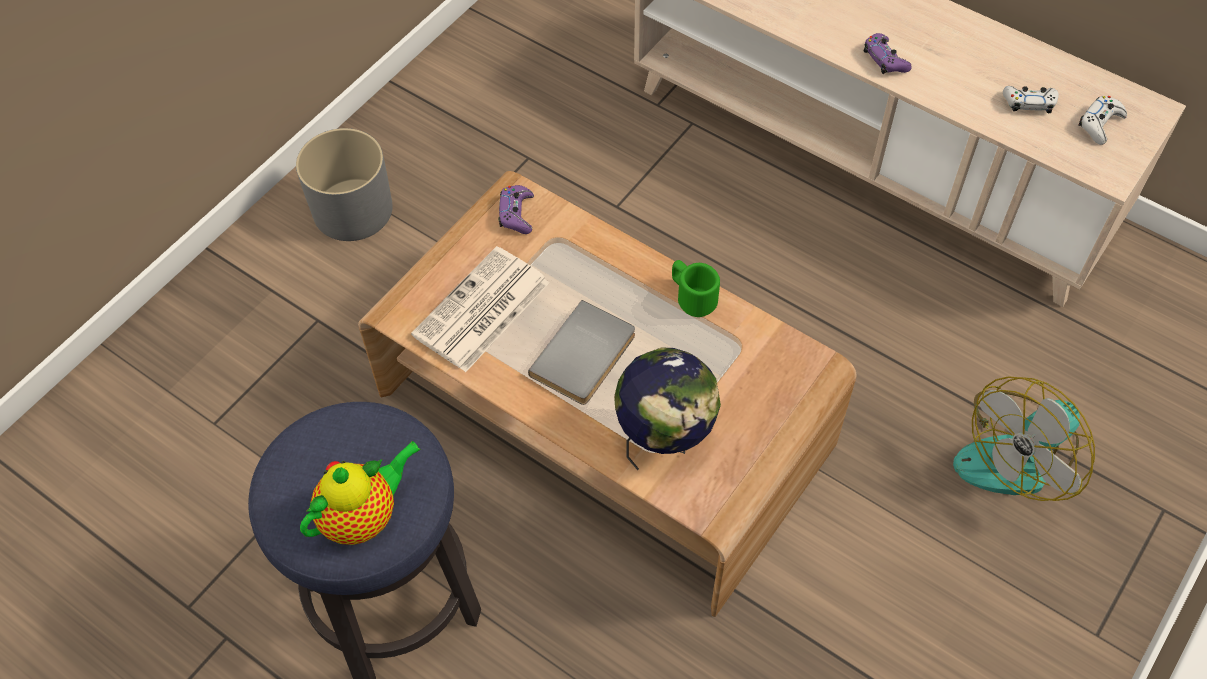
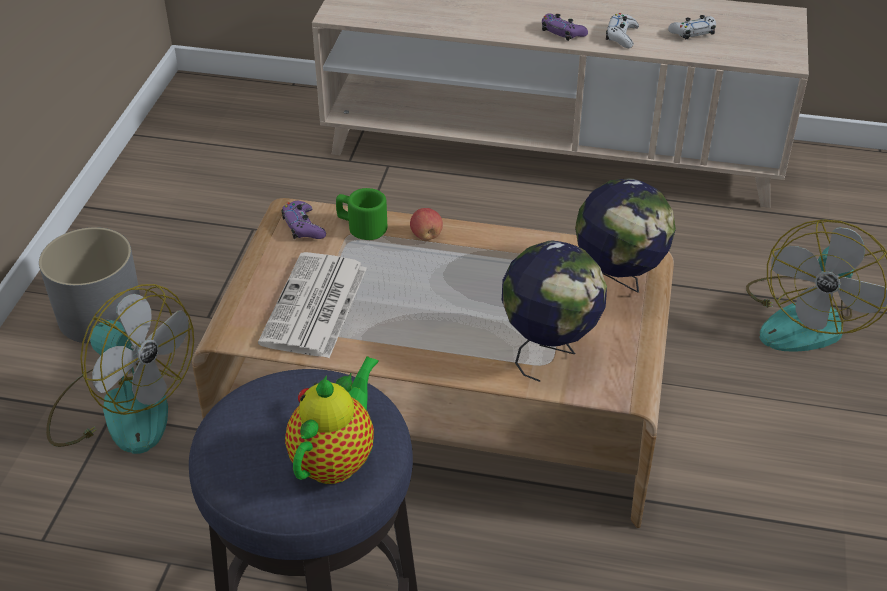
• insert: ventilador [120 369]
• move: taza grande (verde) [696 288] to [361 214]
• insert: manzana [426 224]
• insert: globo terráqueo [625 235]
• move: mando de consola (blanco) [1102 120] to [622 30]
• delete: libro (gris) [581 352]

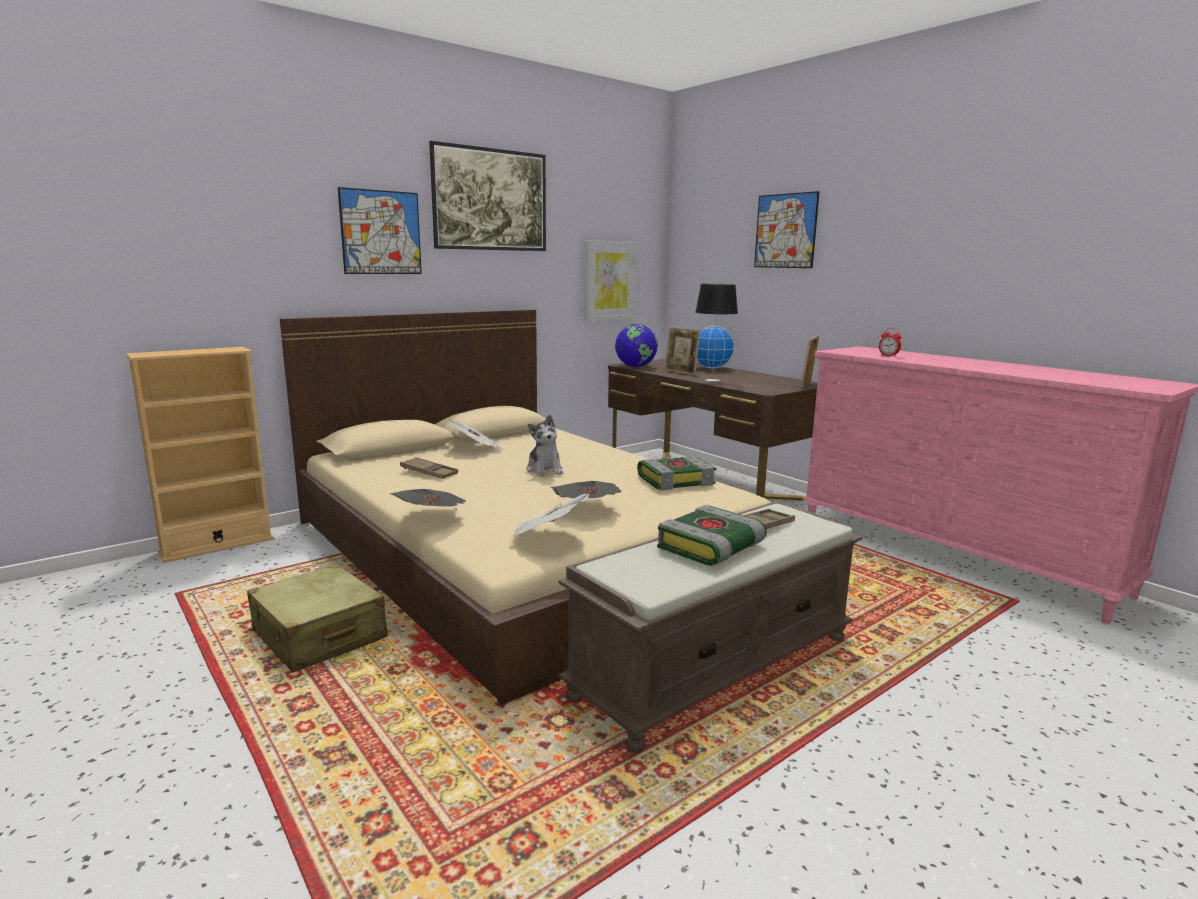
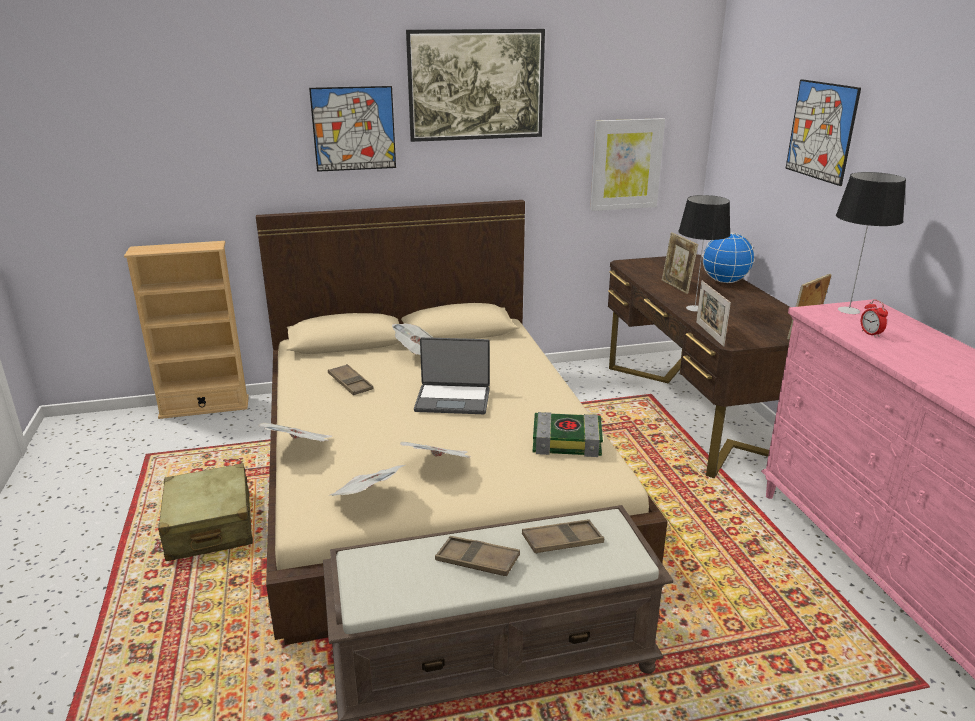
• replace: peluche [545 446] to portátil [452 375]
• replace: libro [712 535] to bandeja (marrón) [477 556]
• insert: portarretratos [713 314]
• insert: lámpara de mesa [871 243]
• delete: globo terráqueo [636 345]

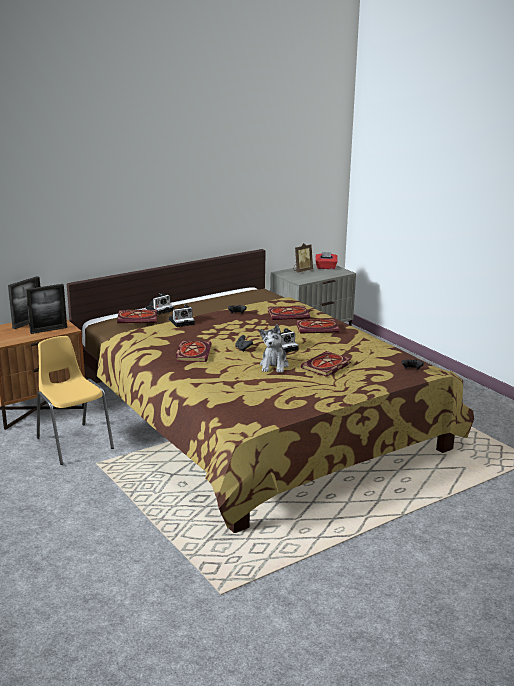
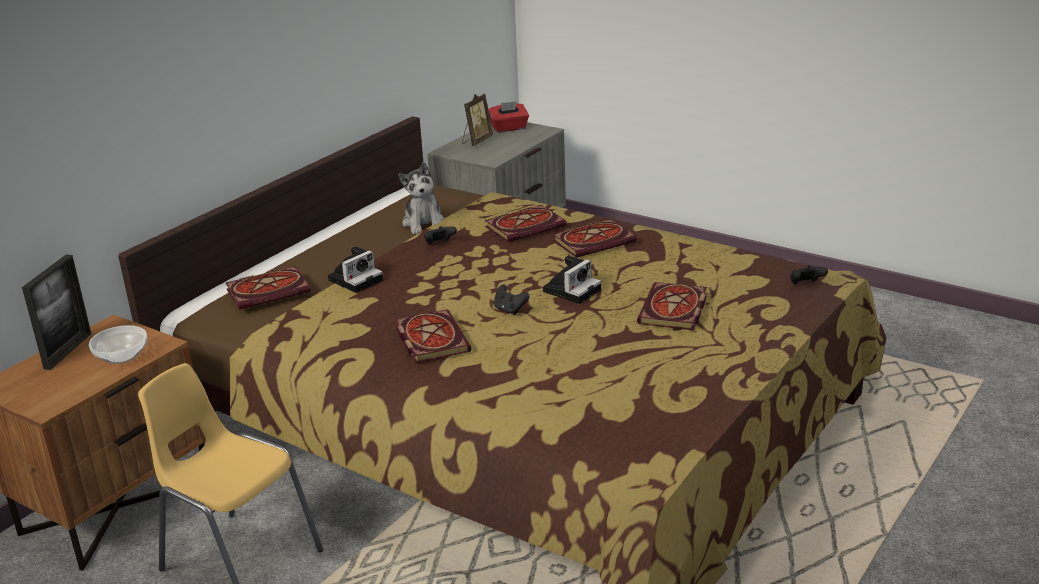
• replace: portarretratos [46 309] to cuenco [118 344]
• move: peluche [274 348] to [421 198]
• delete: cámara [160 304]

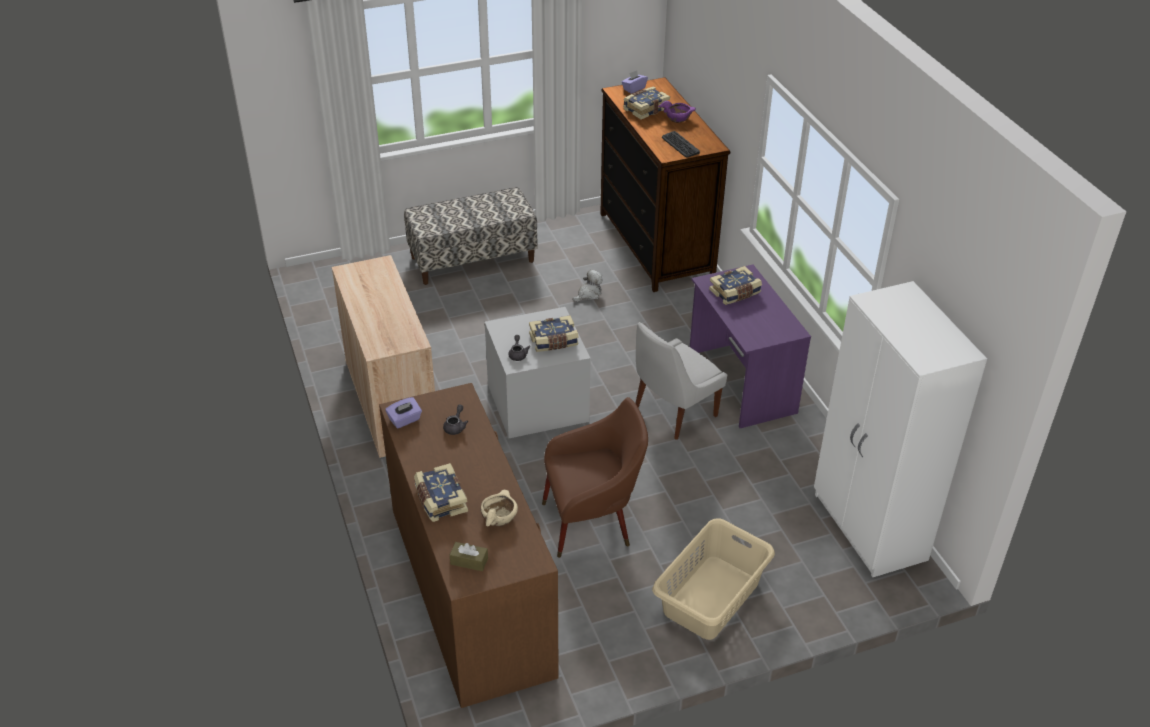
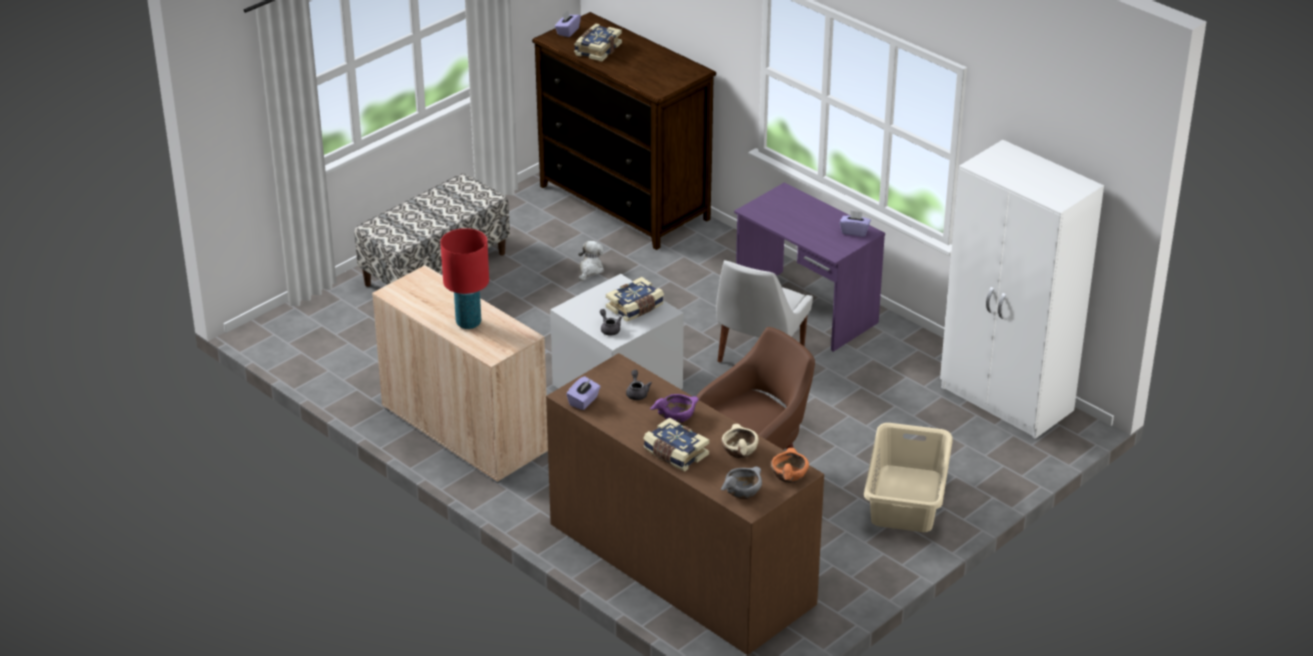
• insert: lámpara de mesa (rojo) [464 278]
• move: cuenco (morado) [677 112] to [674 408]
• replace: caja de pañuelos (marrón) [469 556] to cuenco (gris) [741 482]
• insert: cuenco (naranja) [790 465]
• insert: caja de pañuelos (morado) [855 223]
• delete: teclado [681 144]
• delete: libro [735 285]

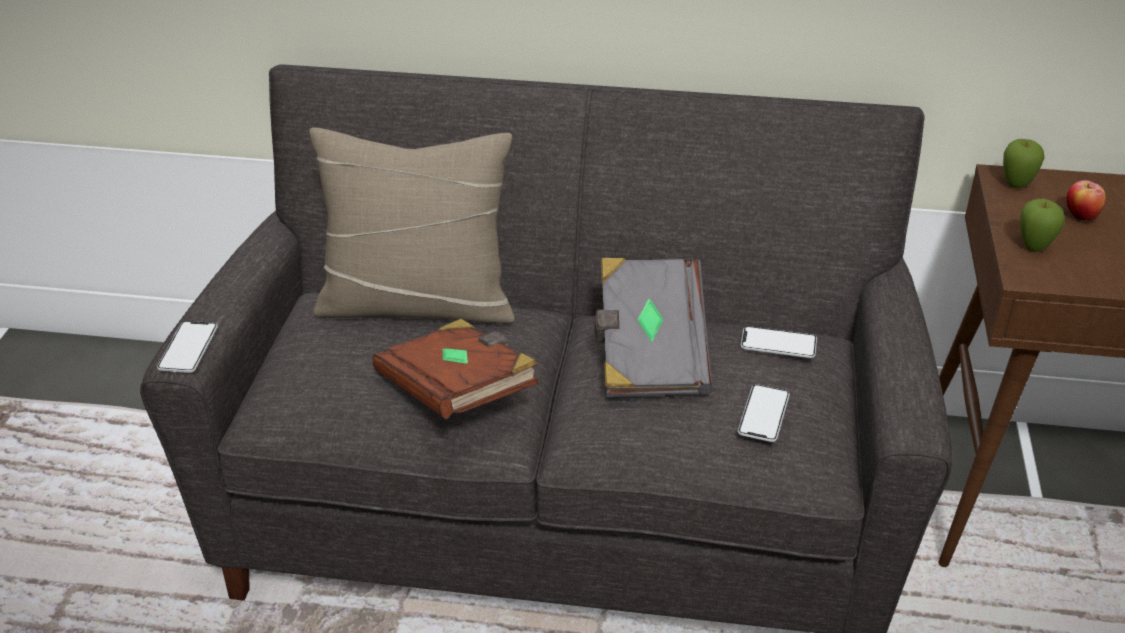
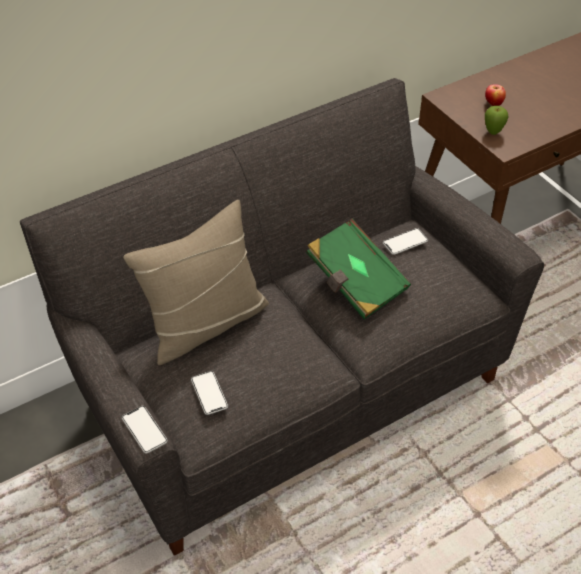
• move: móvil [764 413] to [209 393]
• recolor: libro (gris) [653 327] to libro (verde) [358 269]
• delete: libro (marrón) [455 369]
• delete: manzana [1024 163]

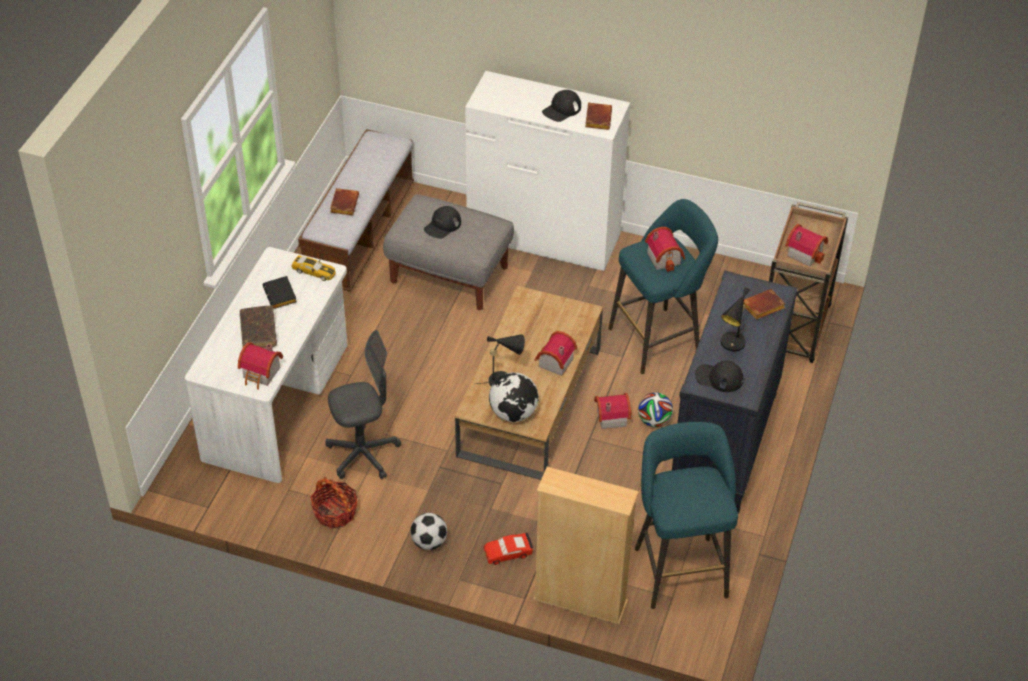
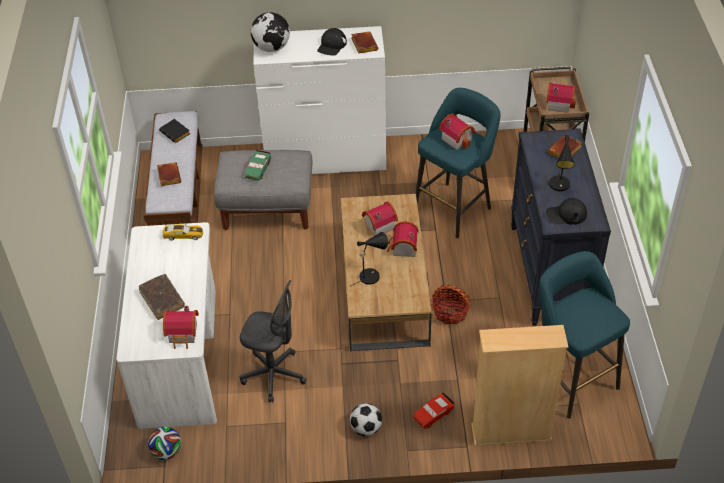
• move: balón de fútbol [655 409] to [164 443]
• move: libro (negro) [280 292] to [174 131]
• rotate: silla de oficina (gris) [363 404] = [273 341] 60 degrees clockwise
• replace: gorra (negro) [442 222] to coche de juguete (verde) [258 165]
• move: globo terráqueo [514 397] to [270 32]
• move: casita [612 411] to [380 218]
• move: cesta [334 502] to [451 304]

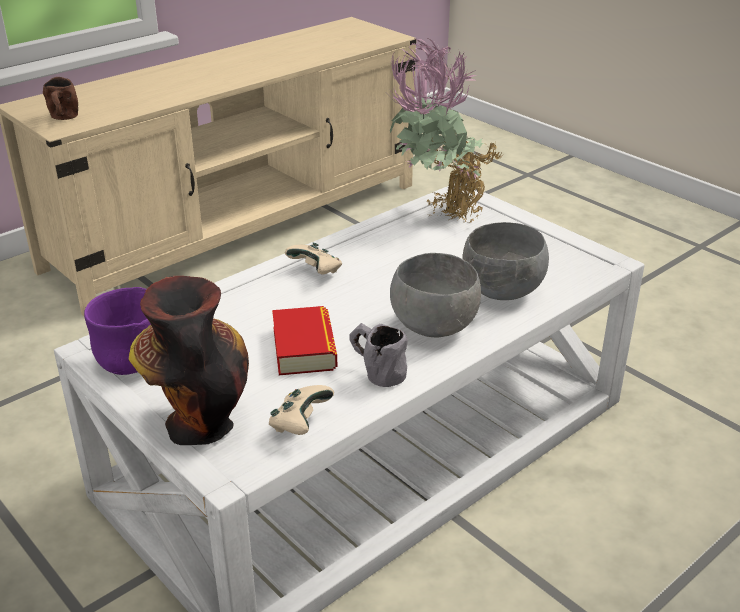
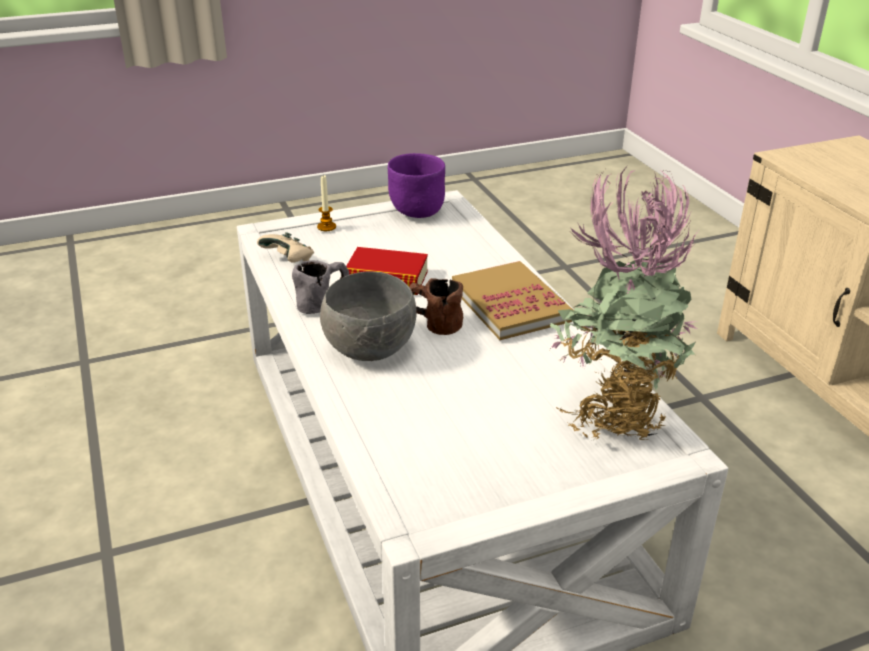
• replace: florero [189 360] to vela [326 203]
• move: taza grande (marrón) [60 98] to [436 306]
• replace: mando de consola (beis) [313 259] to libro [512 300]
• delete: cuenco (gris) [505 261]

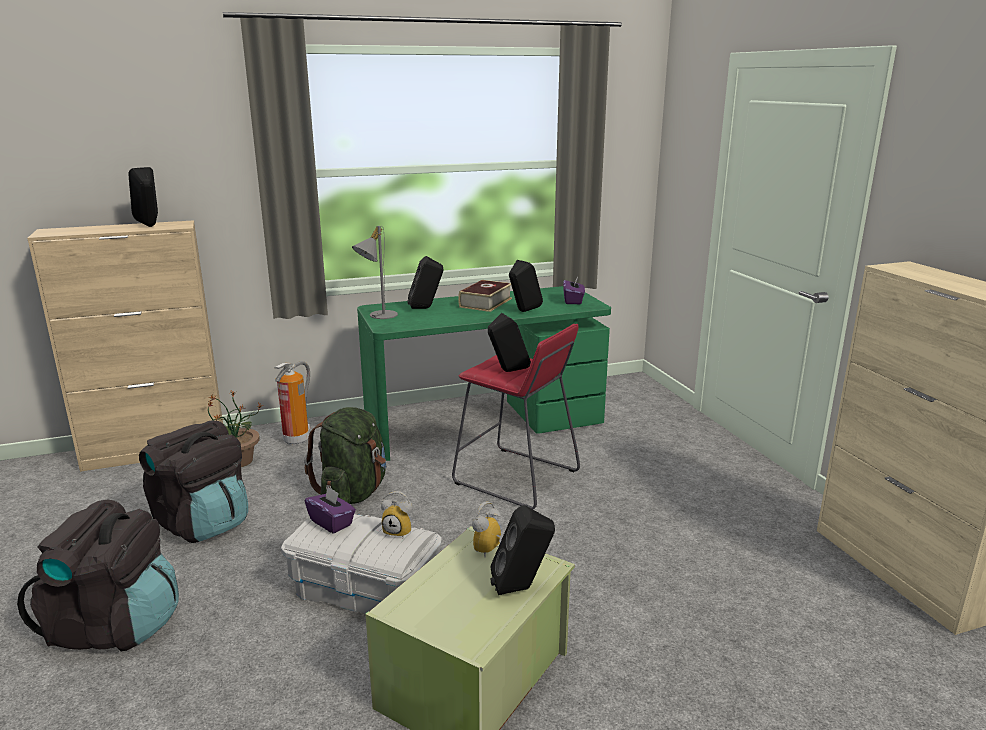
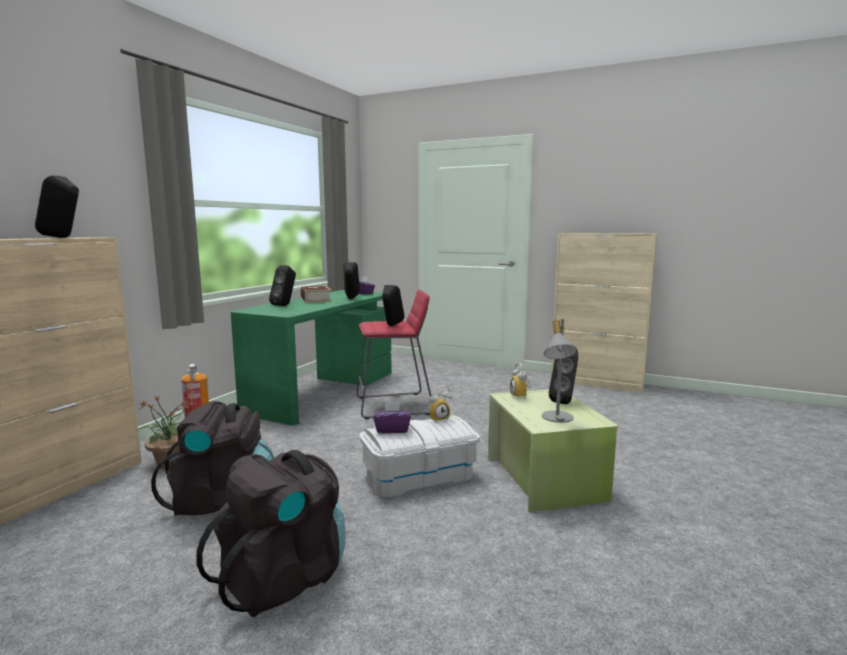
• move: lámpara de mesa (gris) [375 272] to [559 371]
• delete: mochila (verde) [345 455]

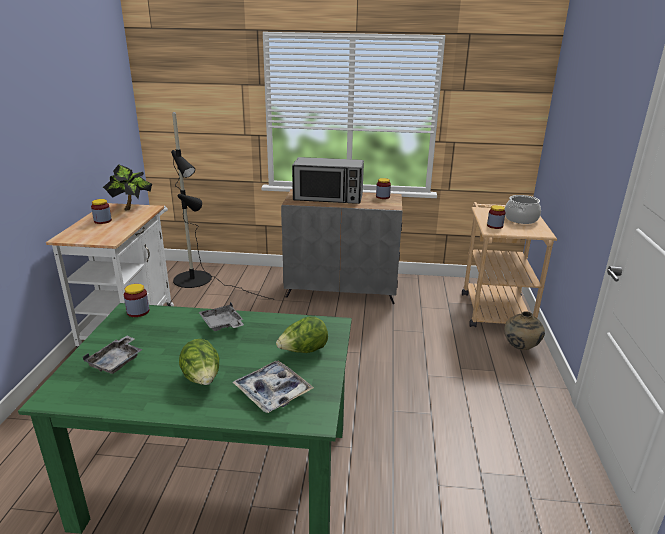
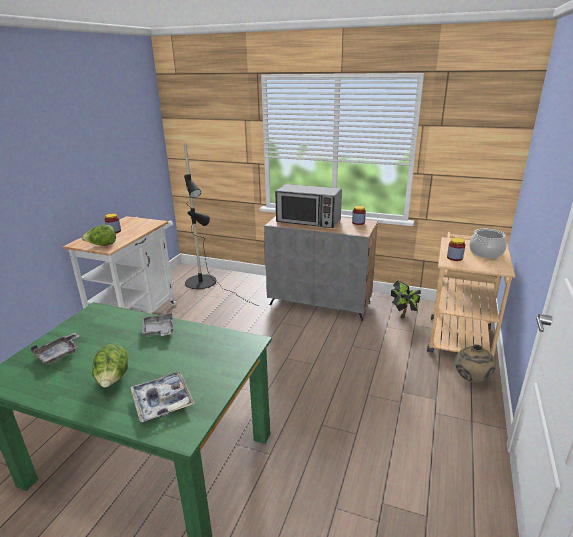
• move: lechuga [302 335] to [99 235]
• move: planta en maceta [127 187] to [406 299]
• delete: tarro [136 300]

